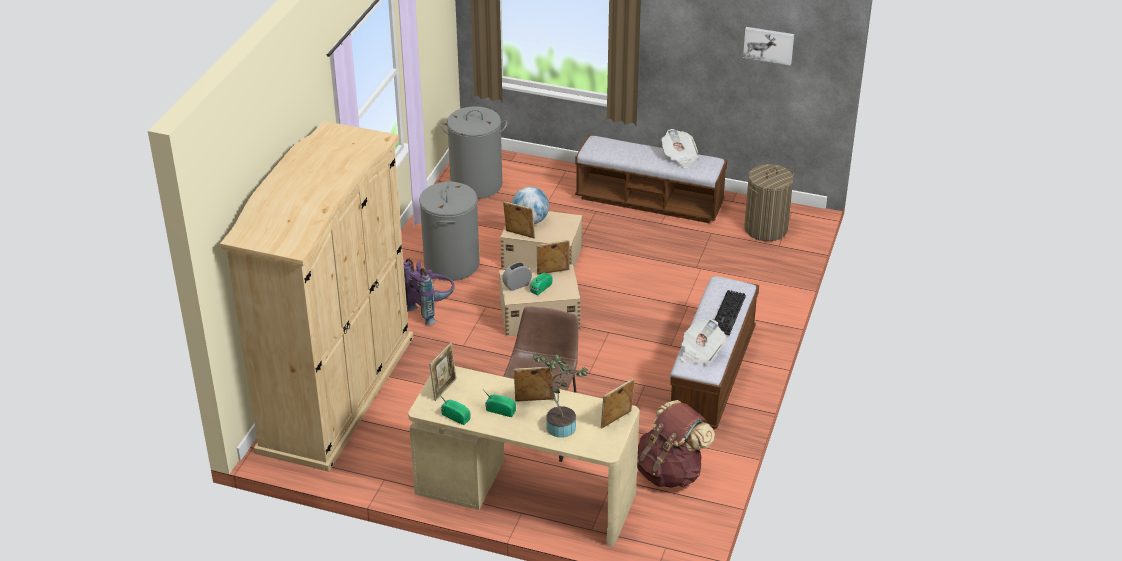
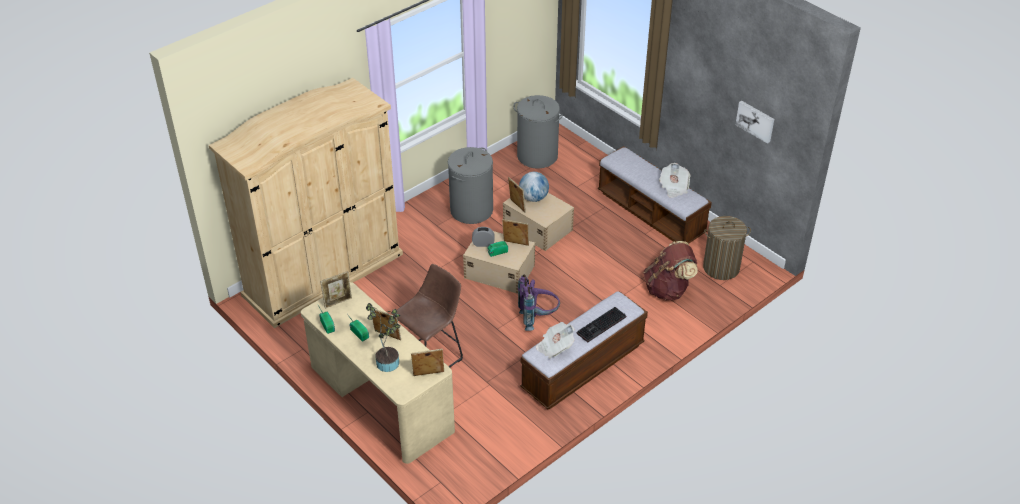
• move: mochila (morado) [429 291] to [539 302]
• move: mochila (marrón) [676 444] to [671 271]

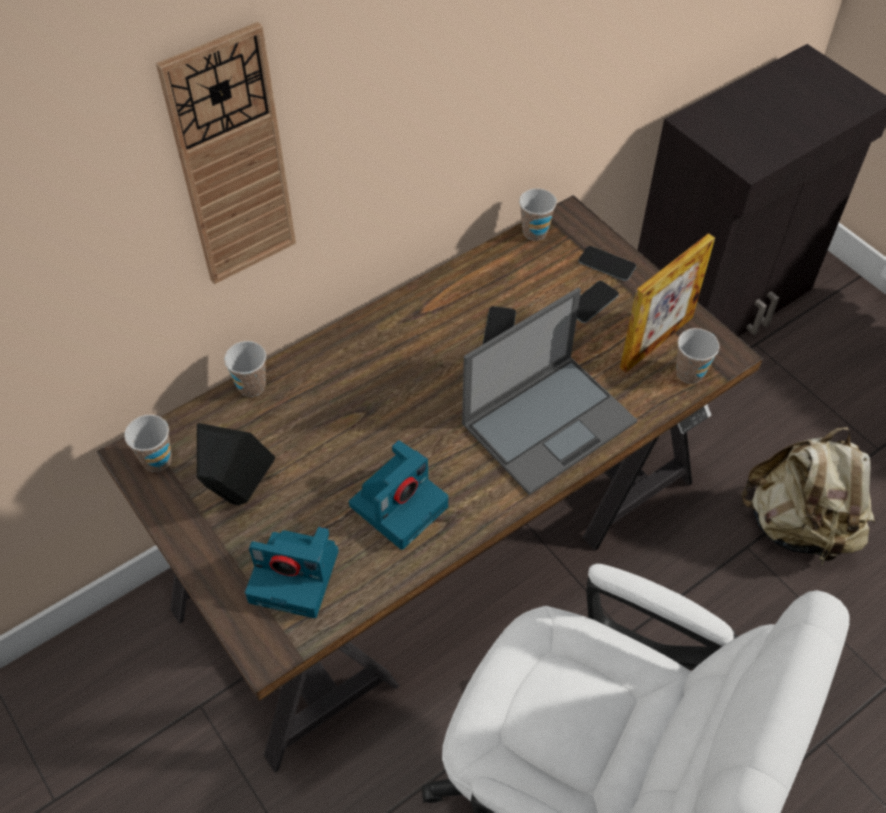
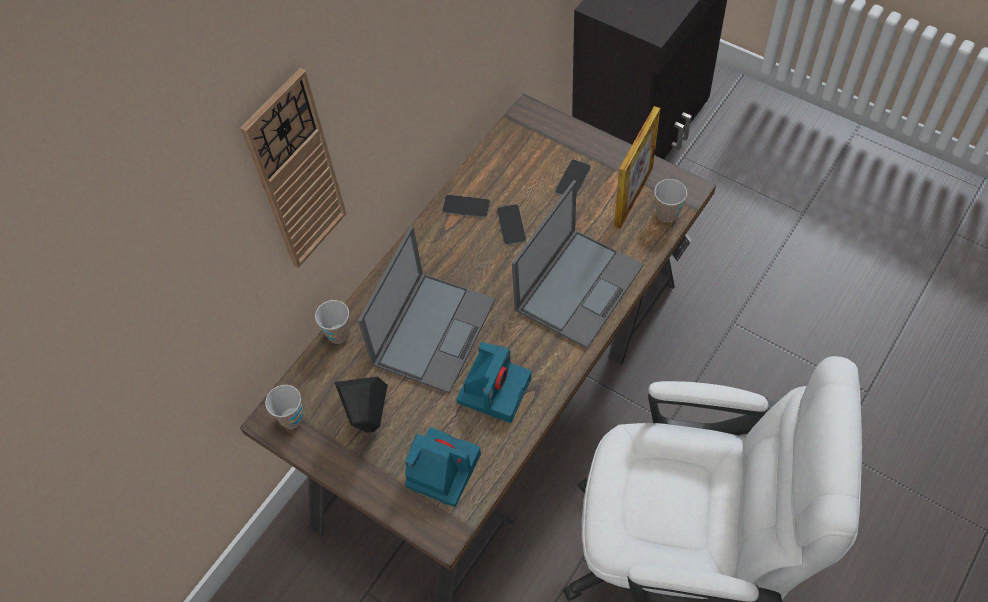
• insert: portátil [427 310]
• rotate: cámara [291 572] = [443 467] 150 degrees counterclockwise
• move: móvil [607 263] to [466 206]
• delete: taza [538 214]
• delete: mochila (beis) [808 497]

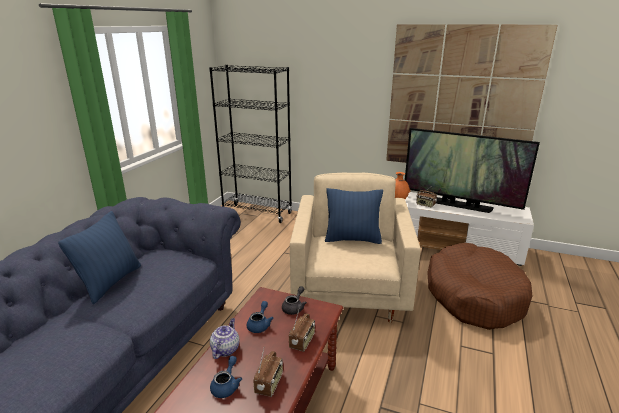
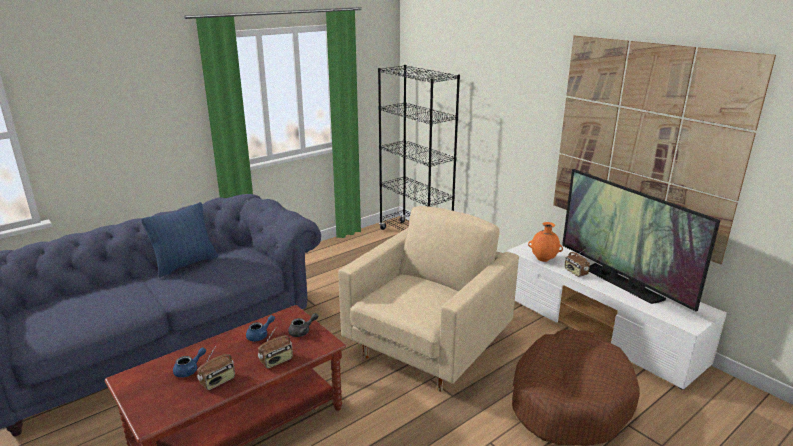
• delete: tetera [224 338]
• delete: cojín (azul) [354 216]

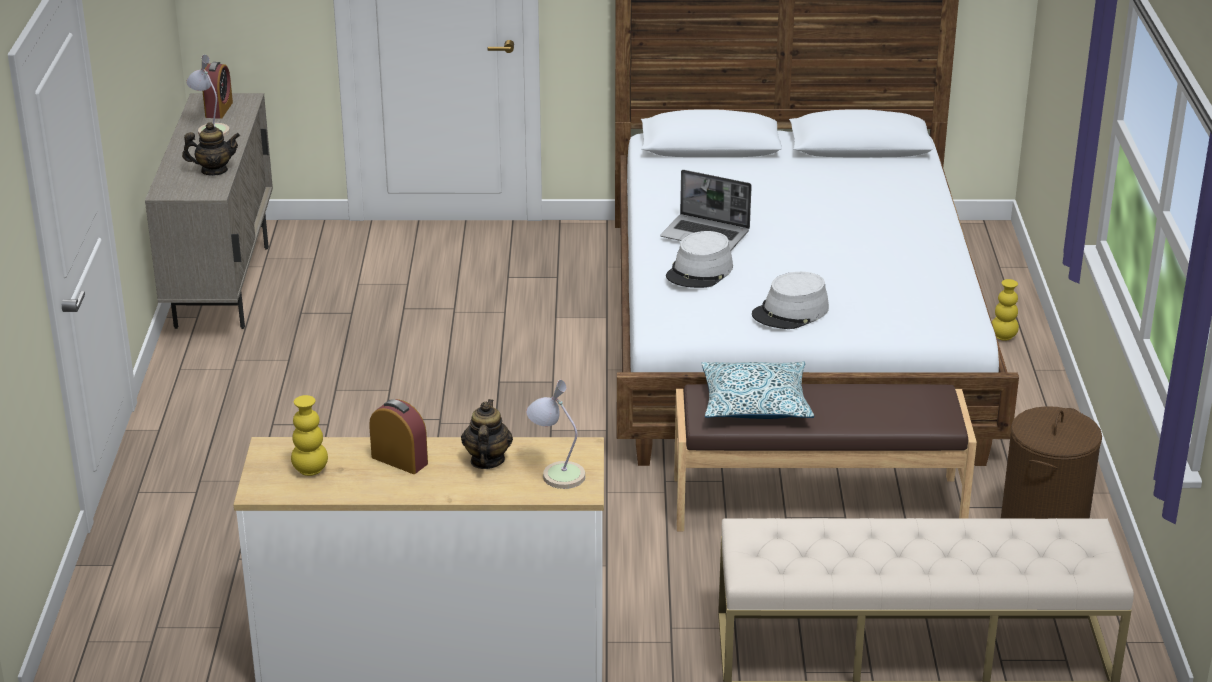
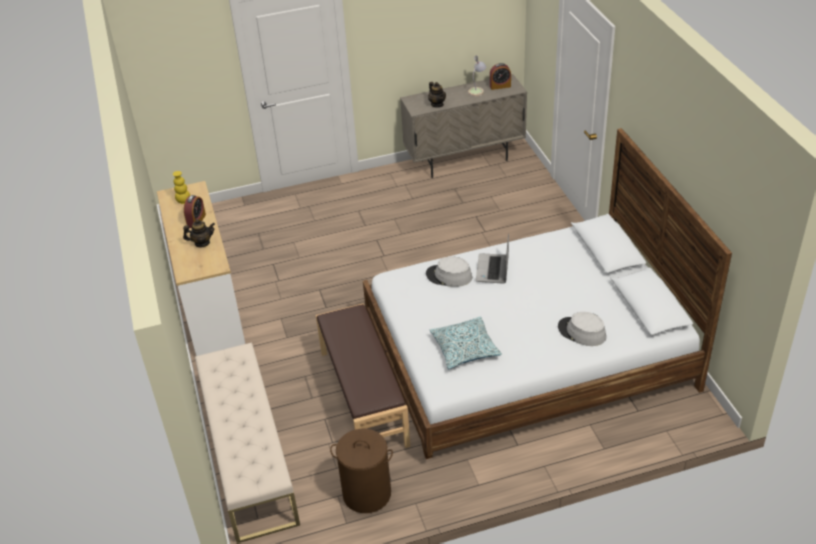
• move: cojín [757 390] to [466 343]
• move: sombrero (gris) [790 300] to [582 329]
• delete: lámpara de mesa [555 434]
• delete: florero (amarillo) [1005 310]

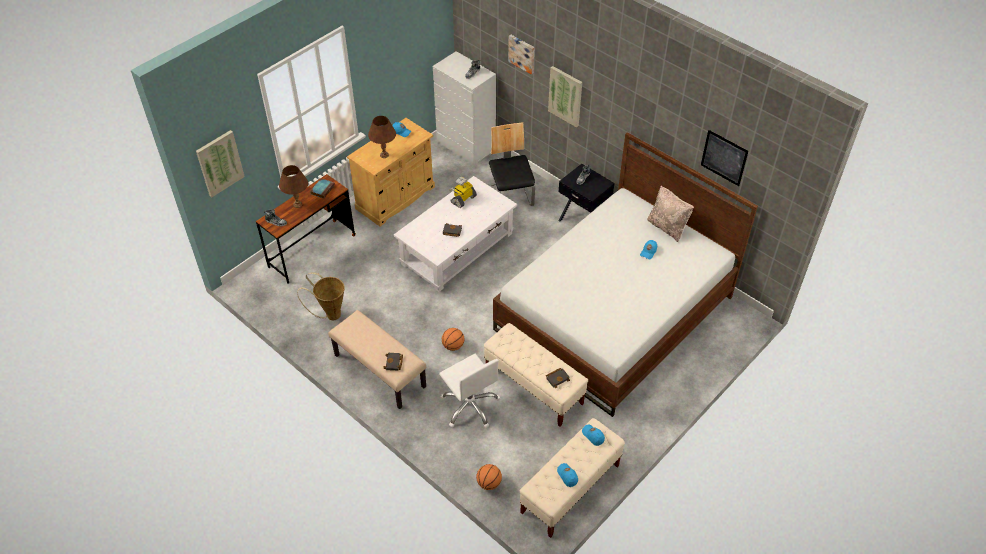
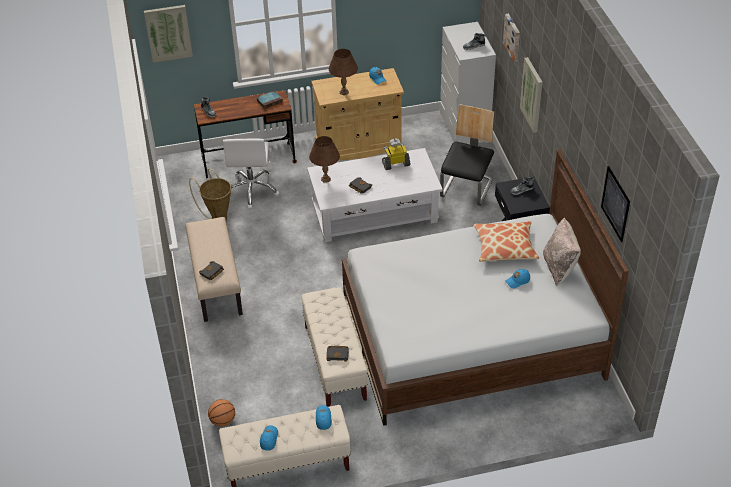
• move: silla de oficina (blanco) [469 391] to [251 174]
• move: lámpara de mesa (marrón) [293 186] to [324 159]
• insert: cojín [506 241]
• delete: balón de baloncesto [453 339]

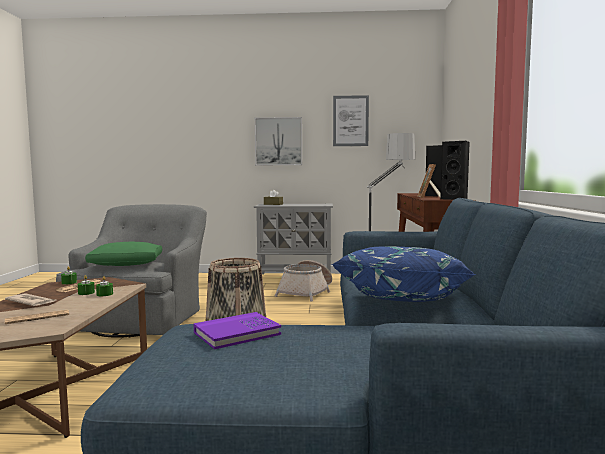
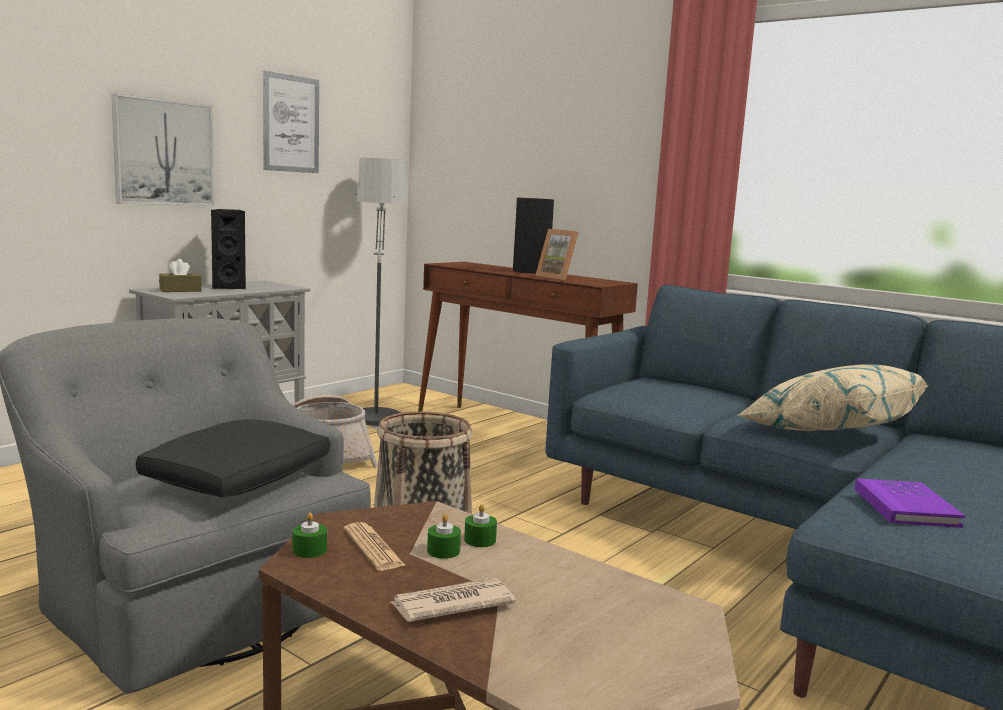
• recolor: cojín (verde) [123 254] to cojín (negro) [233 458]
• move: altavoz (negro) [455 170] to [228 249]
• recolor: cojín (azul) [403 274] to cojín (beis) [832 397]
• delete: periódico [37 317]

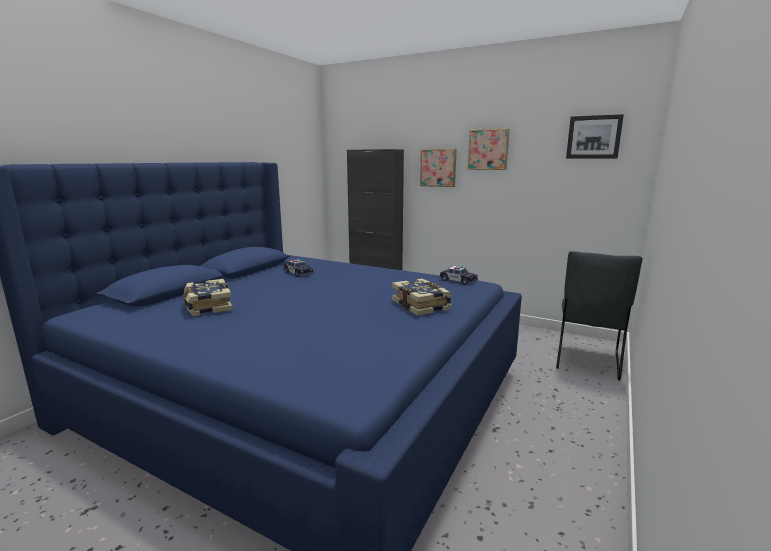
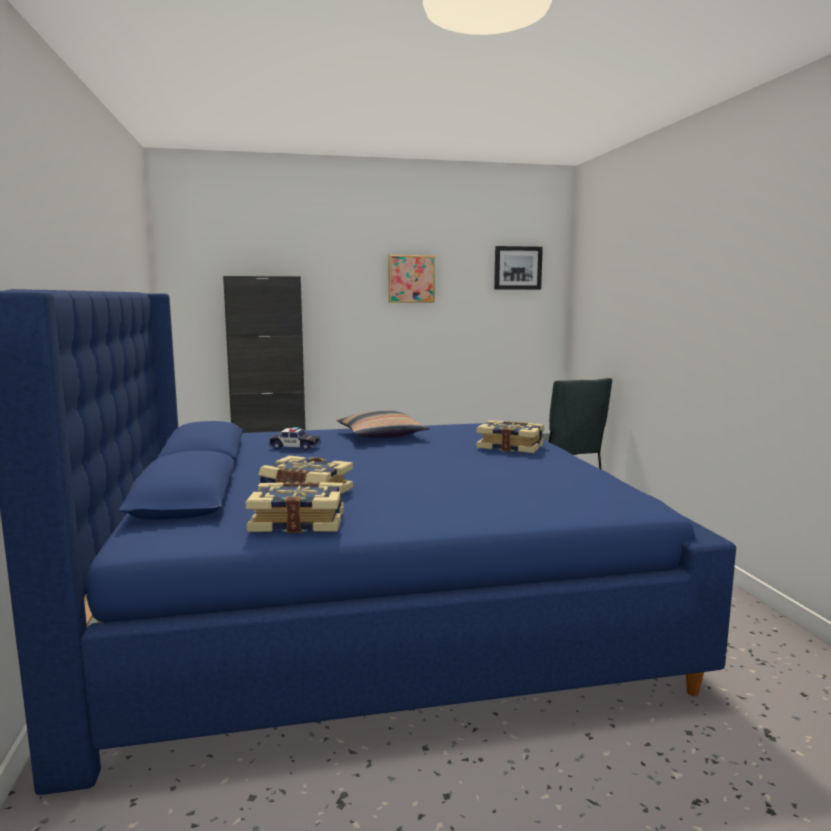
• insert: libro [295 507]
• insert: cojín [382 424]
• delete: cuadro [438 168]
• delete: coche de juguete [458 275]

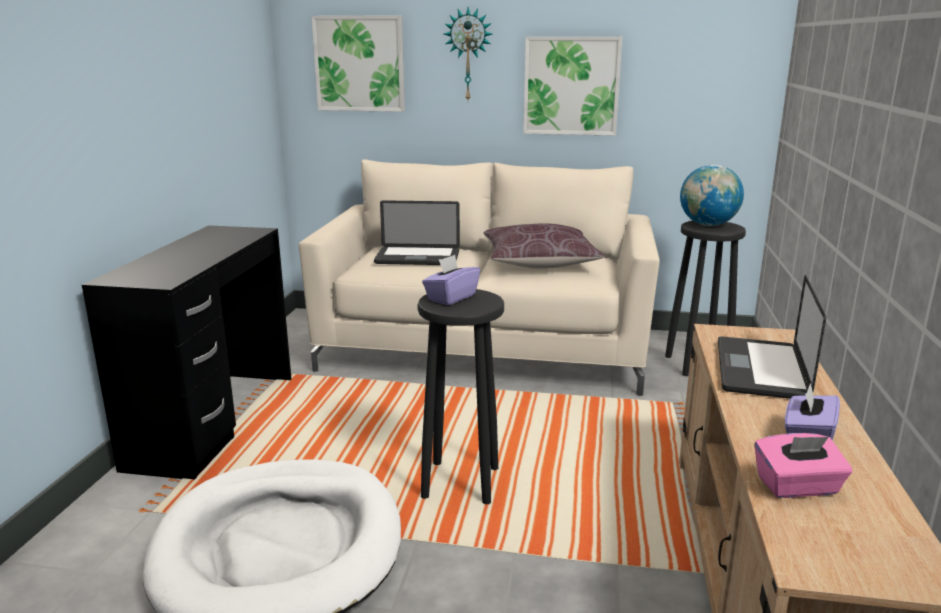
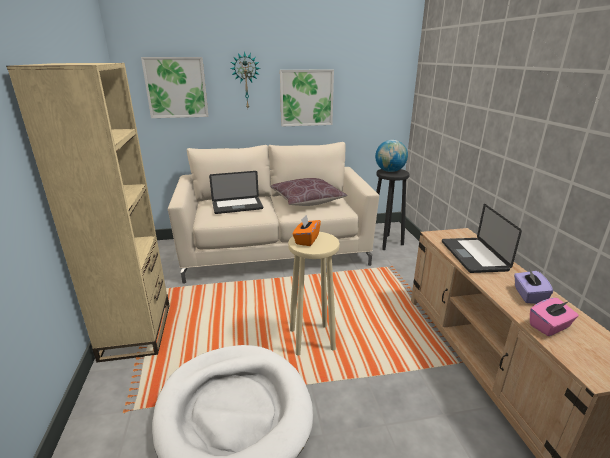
• replace: escritorio (negro) [186 352] to estantería (beis) [88 213]
• recolor: taburete (negro) [460 396] to taburete (beis) [314 294]
• recolor: caja de pañuelos (morado) [451 280] to caja de pañuelos (naranja) [307 230]

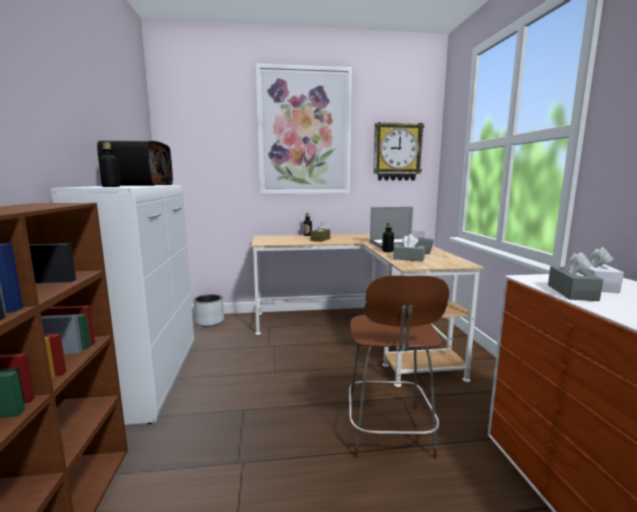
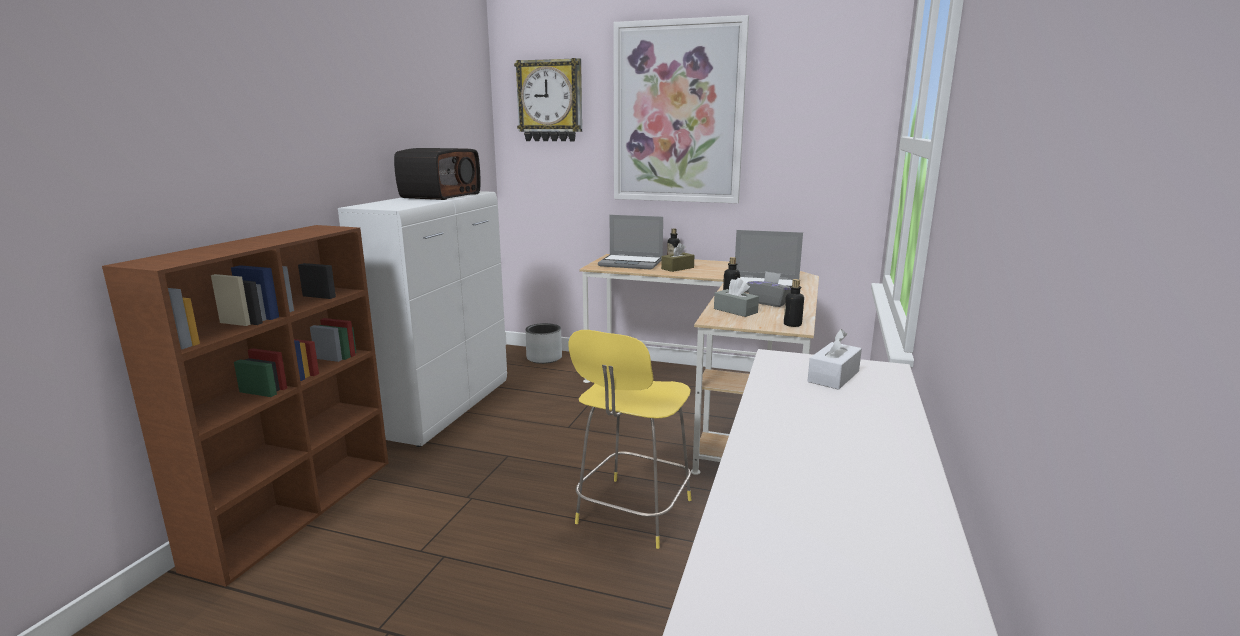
• move: reloj de pared [398 151] to [548 99]
• recolor: taburete (marrón) [399 367] to taburete (amarillo) [629 439]
• insert: portátil [630 242]
• move: botella [110 164] to [794 303]
• delete: caja de pañuelos (gris) [575 276]

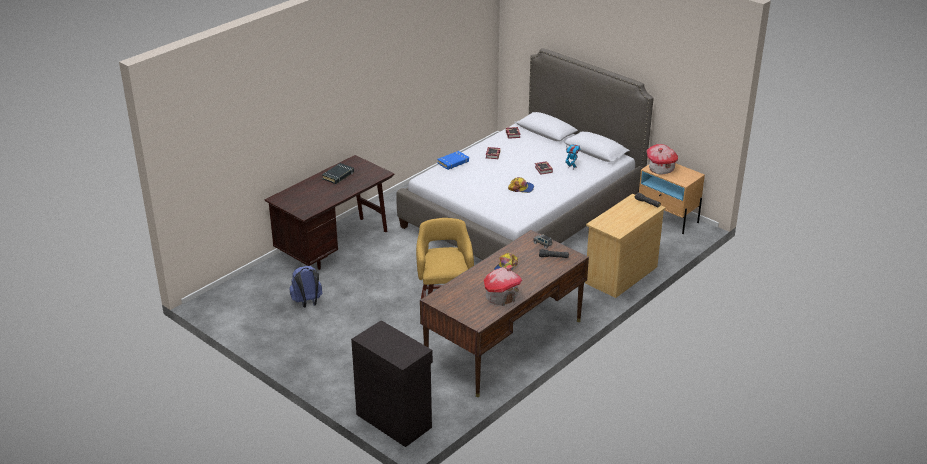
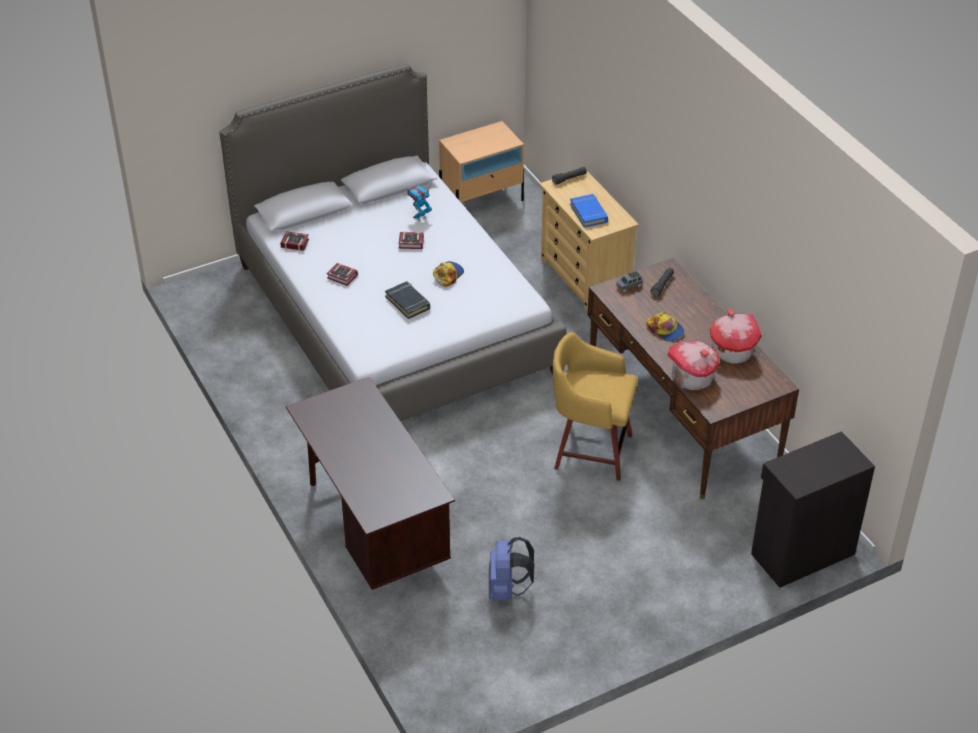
• move: libro (negro) [338 173] to [407 300]
• move: libro (azul) [453 160] to [589 211]
• move: casita [662 159] to [693 365]

